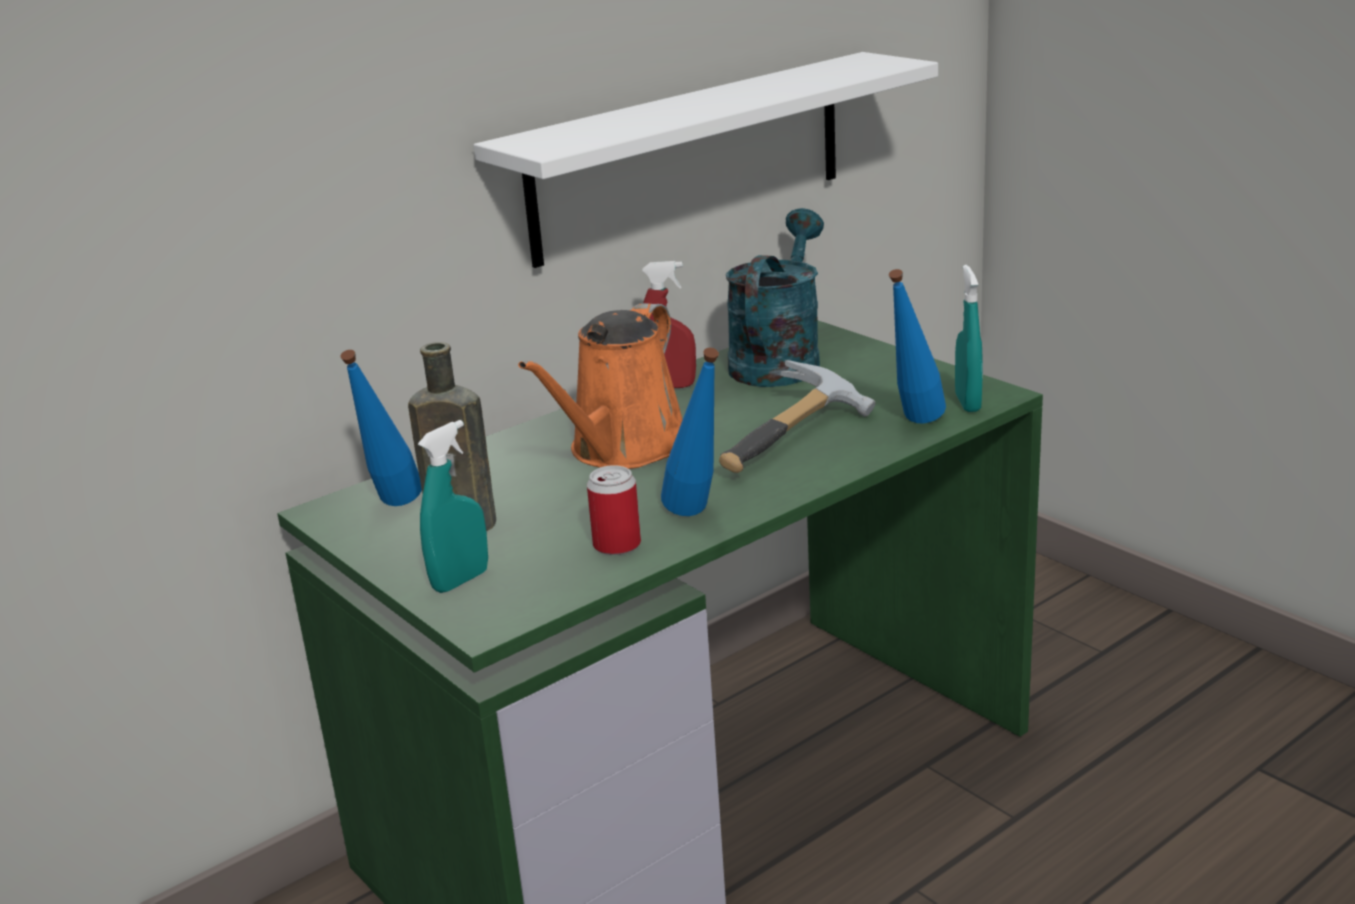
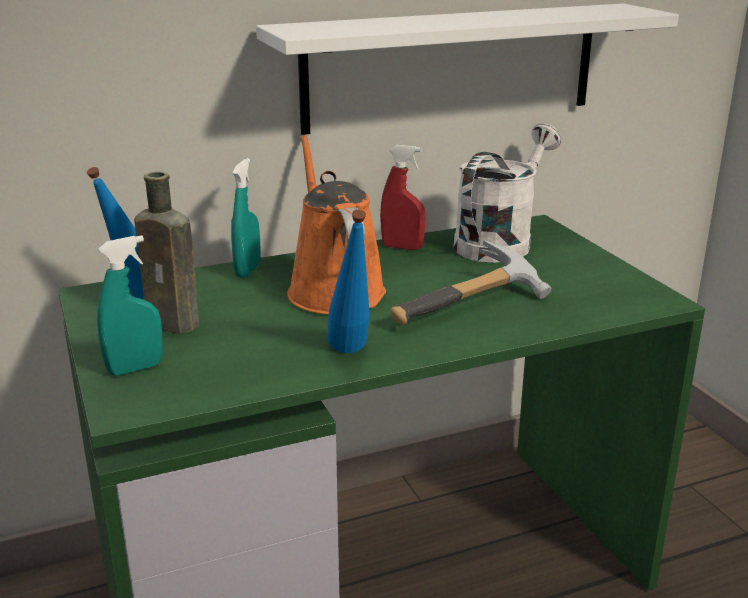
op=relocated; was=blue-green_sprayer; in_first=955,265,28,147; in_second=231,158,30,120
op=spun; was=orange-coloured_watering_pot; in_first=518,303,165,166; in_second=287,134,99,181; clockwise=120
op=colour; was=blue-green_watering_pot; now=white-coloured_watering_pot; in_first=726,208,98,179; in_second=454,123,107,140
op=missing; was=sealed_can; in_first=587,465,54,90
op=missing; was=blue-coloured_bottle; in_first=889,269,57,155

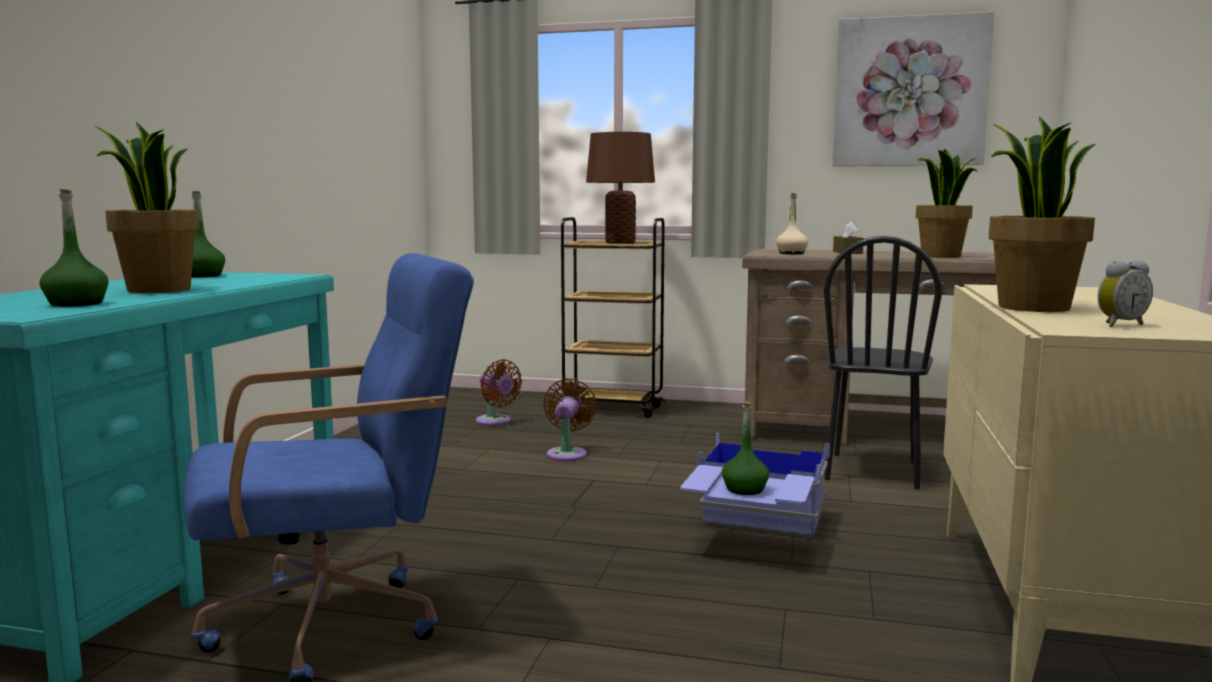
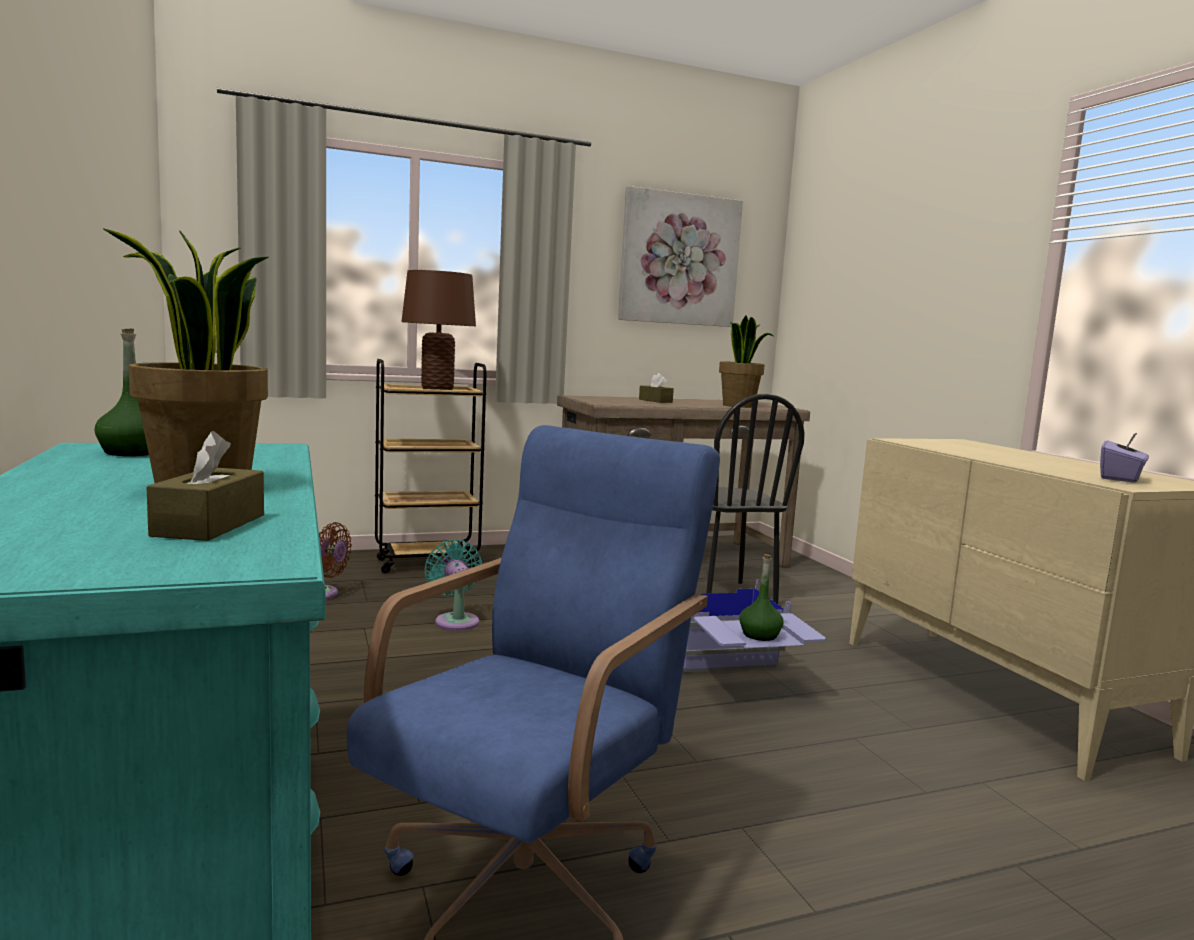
op=exchanged; was=greenish_bottle; now=brown_tissue_box; in_first=39,189,70,117; in_second=147,431,117,110
op=colour; was=brown_cooling_fan; now=blue-green_cooling_fan; in_first=544,378,53,83; in_second=424,539,58,92
op=exchanged; was=alarm_clock; now=purplish_tissue_box; in_first=1098,260,55,67; in_second=1100,432,49,51
op=missing; was=beige_bottle; in_first=776,193,32,61
op=missing; was=houseplant; in_first=989,116,107,196

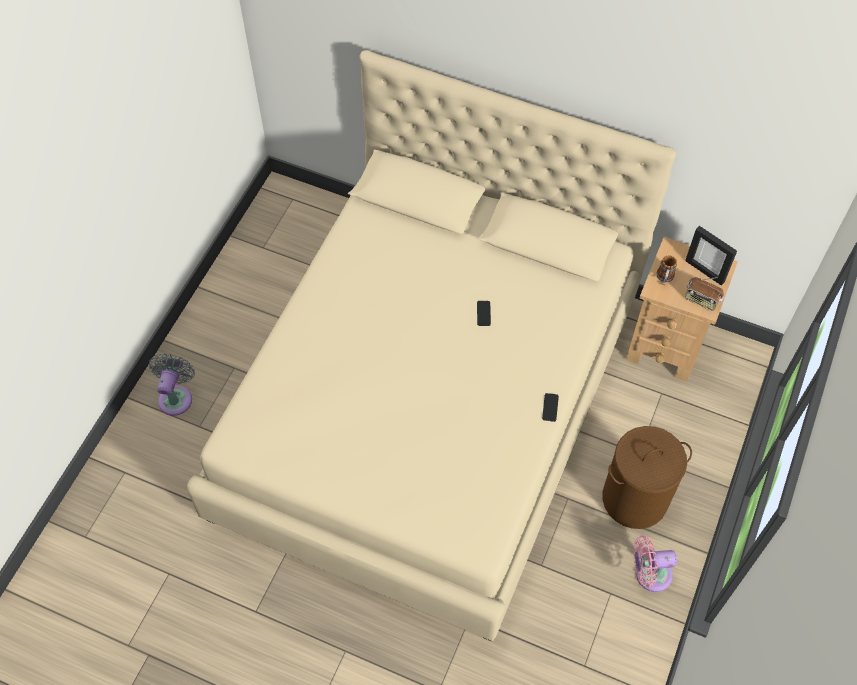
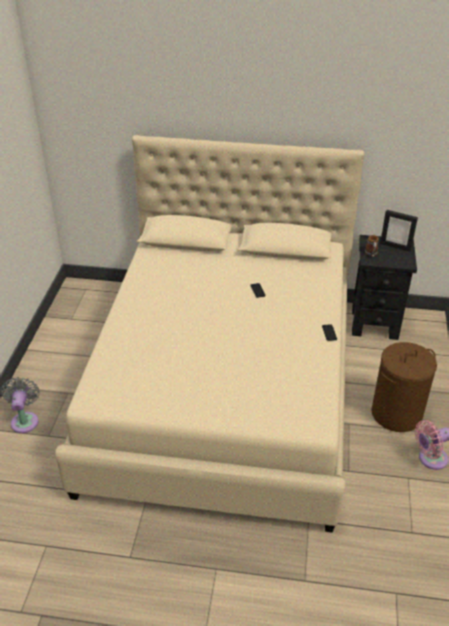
op=colour; was=beige_nightstand; now=black_nightstand; in_first=626,237,112,145; in_second=352,235,65,105
op=missing; was=radio; in_first=685,277,39,34

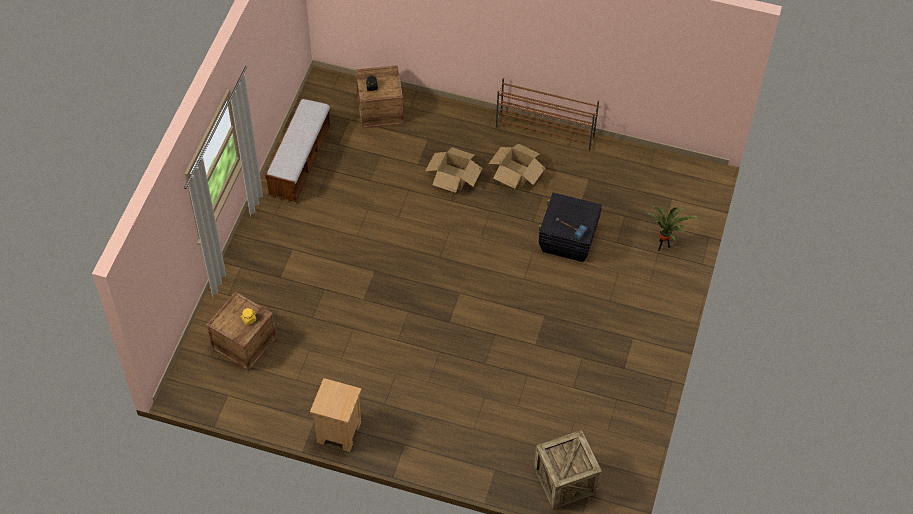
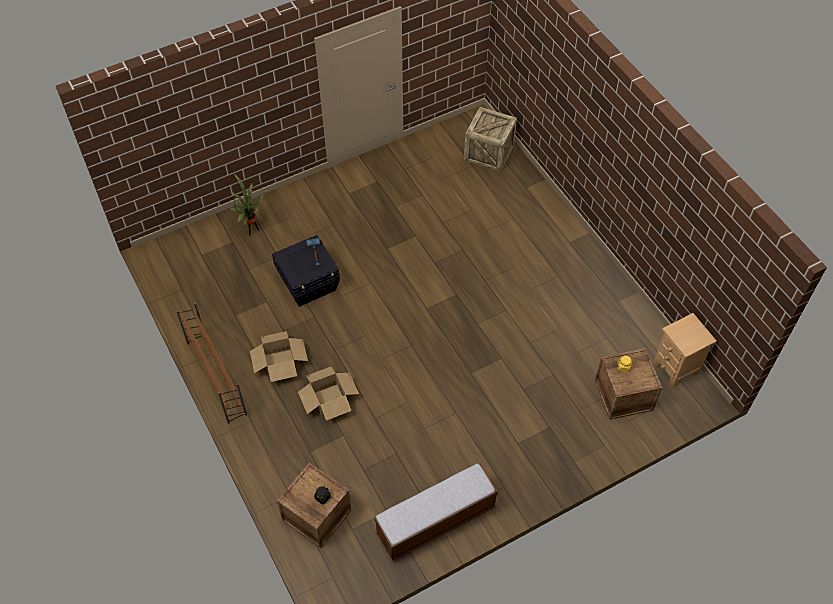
op=relocated; was=beige_nightstand; in_first=310,378,51,74; in_second=653,313,64,75

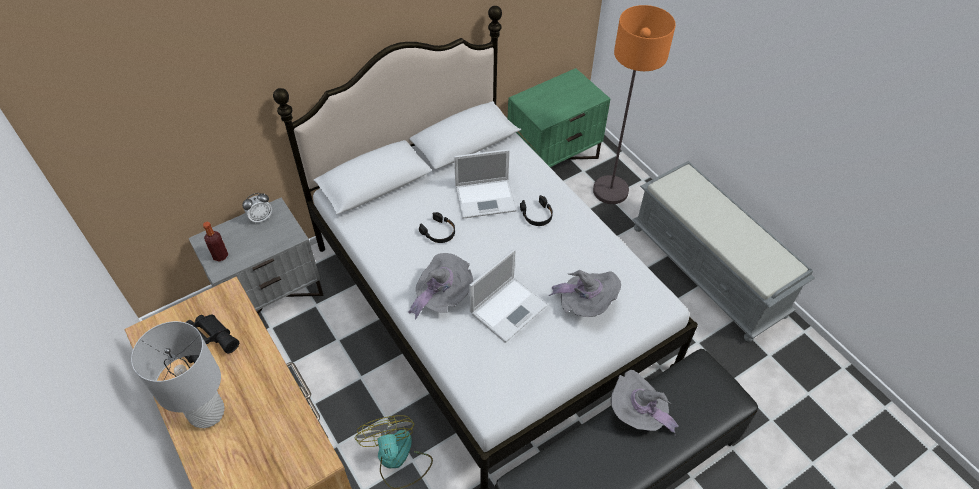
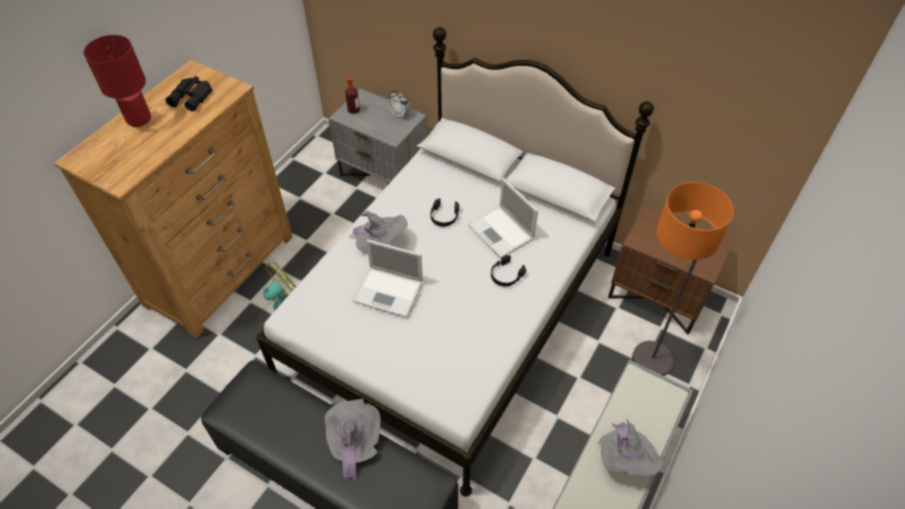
op=colour; was=gray_lamp_for_a_table; now=red-coloured_lamp_for_a_table; in_first=131,321,94,107; in_second=84,35,67,92
op=relocated; was=gray_hat; in_first=549,270,72,47; in_second=598,418,66,58
op=colour; was=greenish_nightstand; now=brown_nightstand; in_first=508,68,102,99; in_second=608,204,126,130

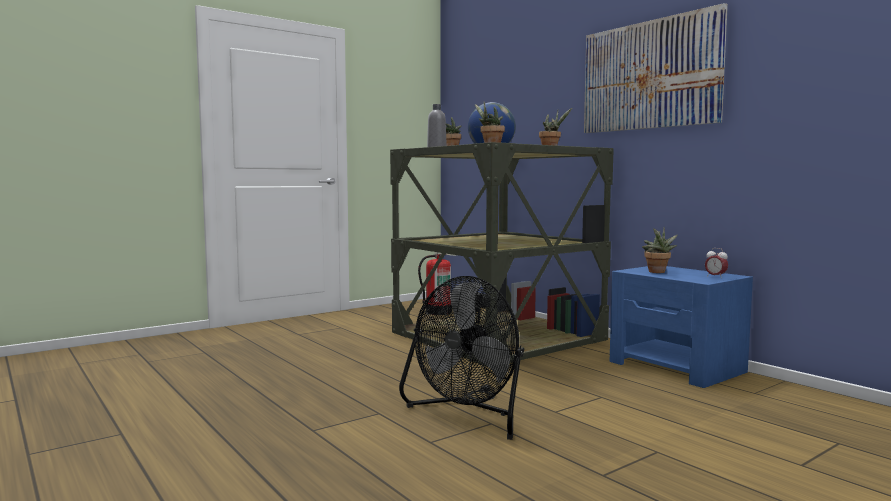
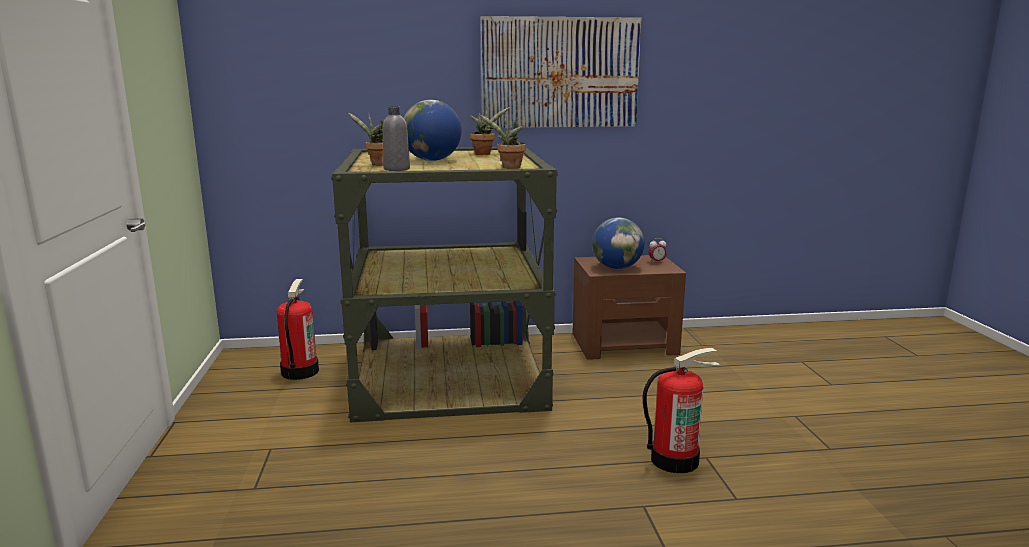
op=colour; was=blue-coloured_nightstand; now=brown_nightstand; in_first=610,266,143,122; in_second=573,255,113,105
op=exchanged; was=houseplant; now=globe; in_first=642,228,35,45; in_second=592,217,52,52
op=exchanged; was=black_cooling_fan; now=fire-fighting_cylinder; in_first=399,276,125,164; in_second=643,348,77,125

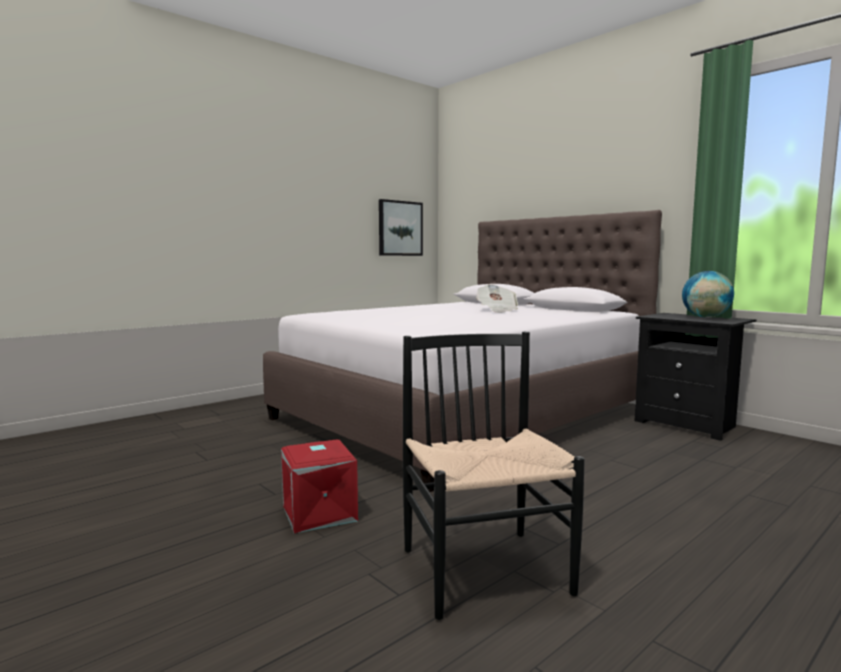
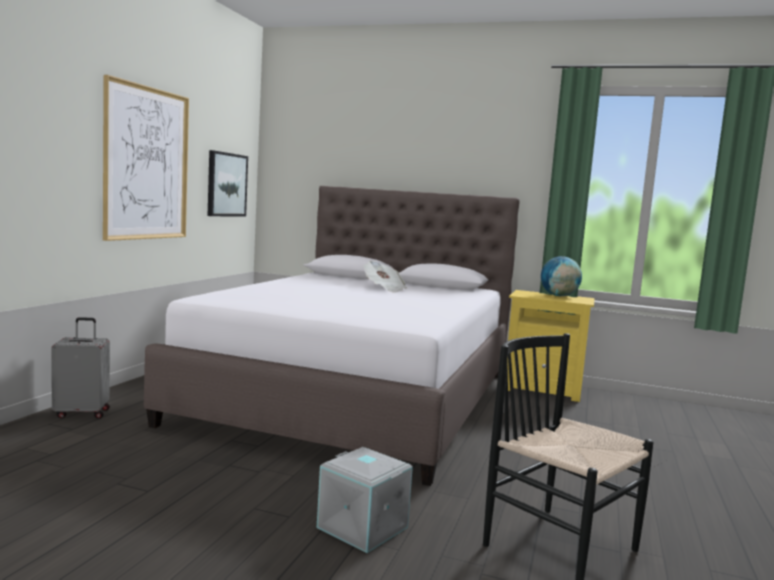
op=appeared; now=gray_piece_of_luggage; in_second=51,317,59,102
op=appeared; now=wall_art; in_second=103,75,86,166
op=colour; was=red-coloured_storage_container; now=gray_storage_container; in_first=281,439,77,94; in_second=316,447,97,106
op=colour; was=black_nightstand; now=yellow-coloured_nightstand; in_first=634,313,122,128; in_second=507,290,88,112

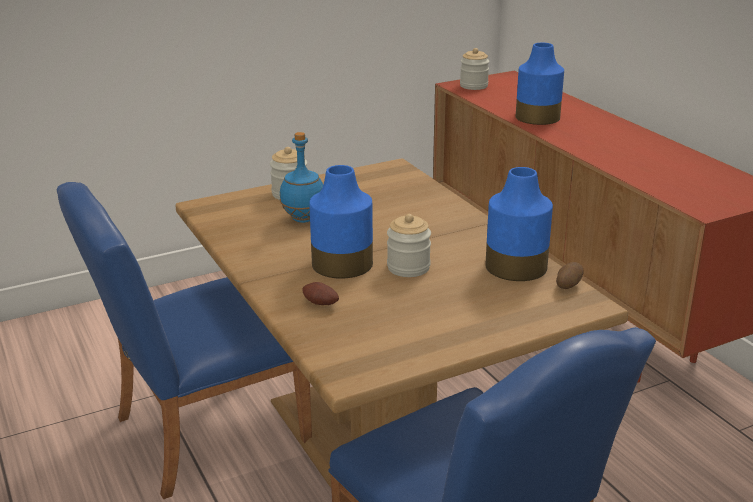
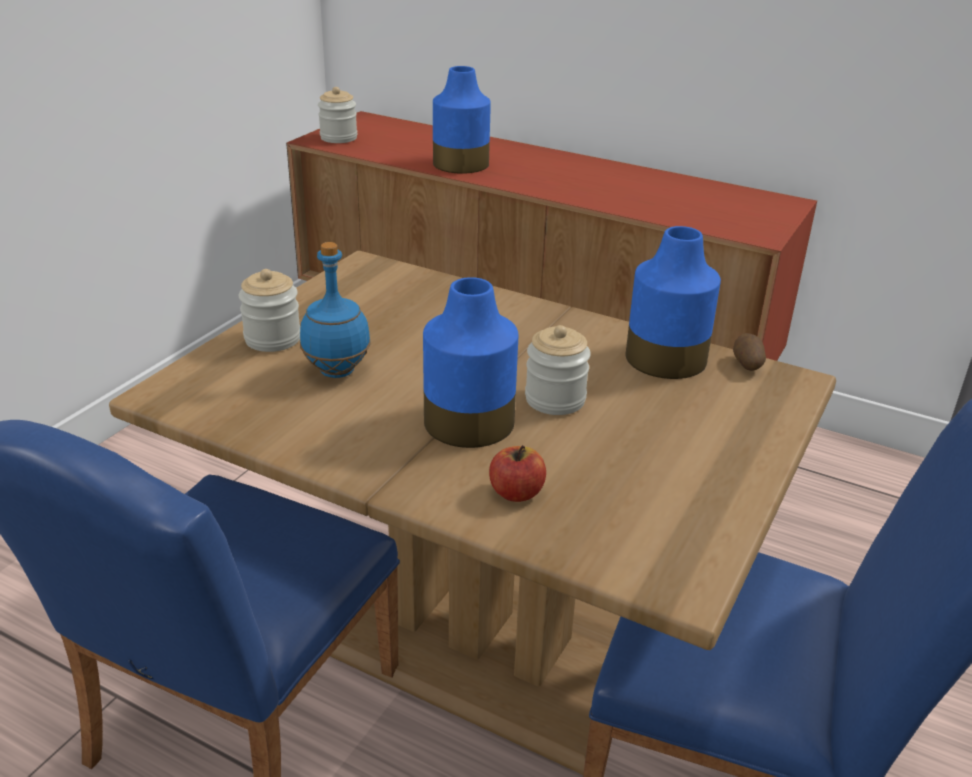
op=exchanged; was=spud; now=apple; in_first=302,282,37,23; in_second=489,445,57,57

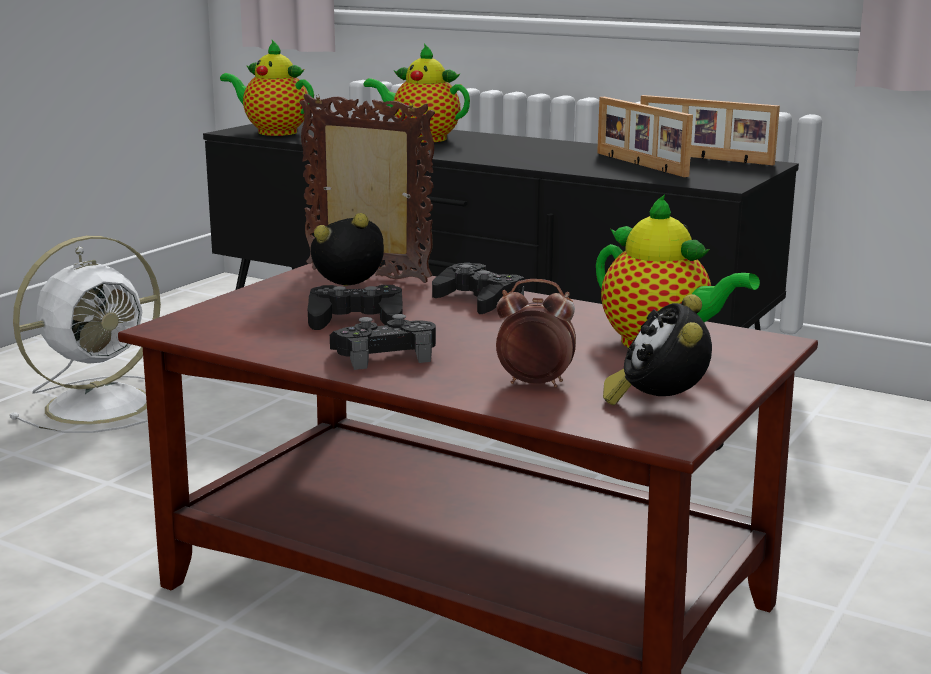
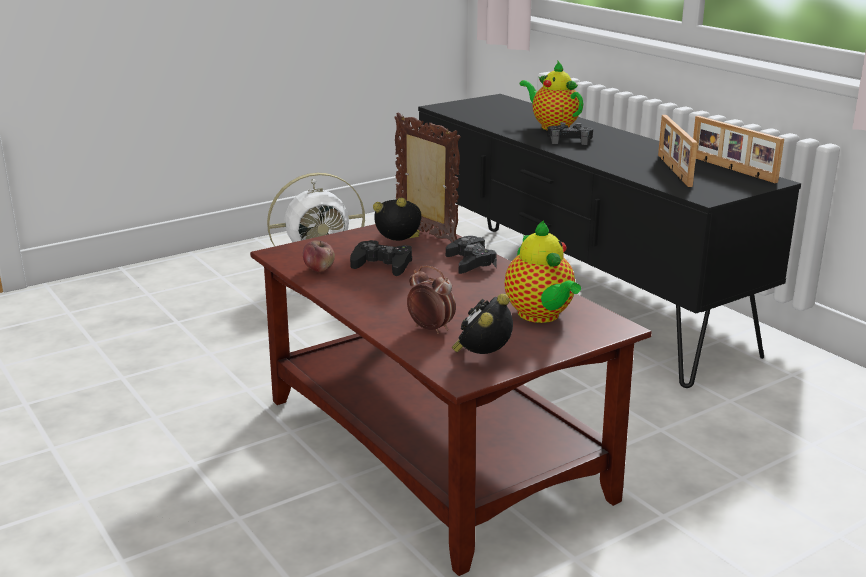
op=appeared; now=apple; in_second=303,240,32,32
op=relocated; was=black_joypad; in_first=330,314,106,56; in_second=547,122,46,23
op=missing; was=tea_pot; in_first=220,40,94,96

